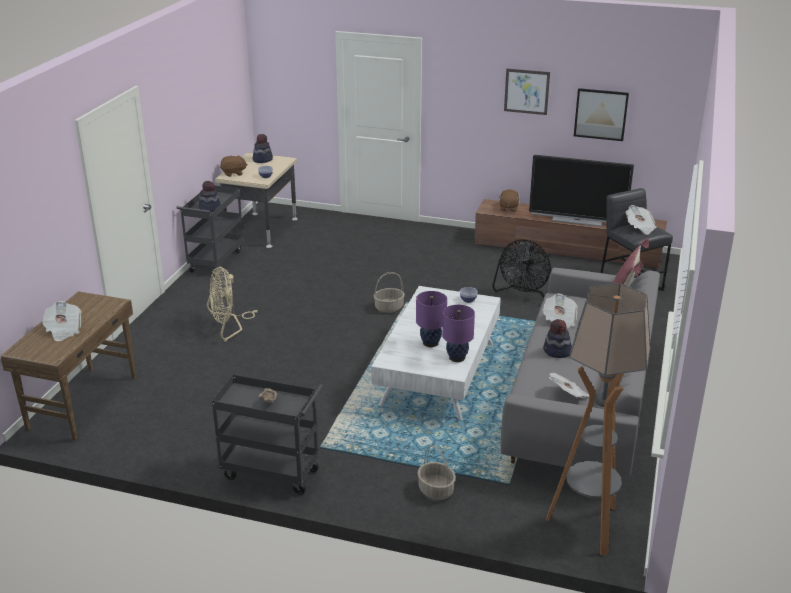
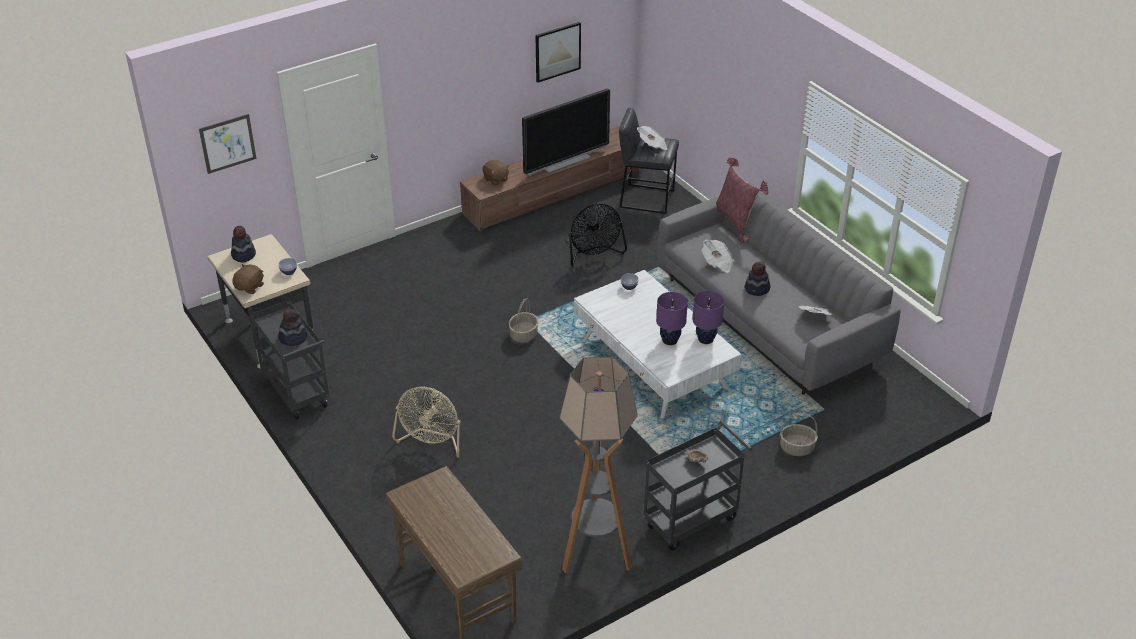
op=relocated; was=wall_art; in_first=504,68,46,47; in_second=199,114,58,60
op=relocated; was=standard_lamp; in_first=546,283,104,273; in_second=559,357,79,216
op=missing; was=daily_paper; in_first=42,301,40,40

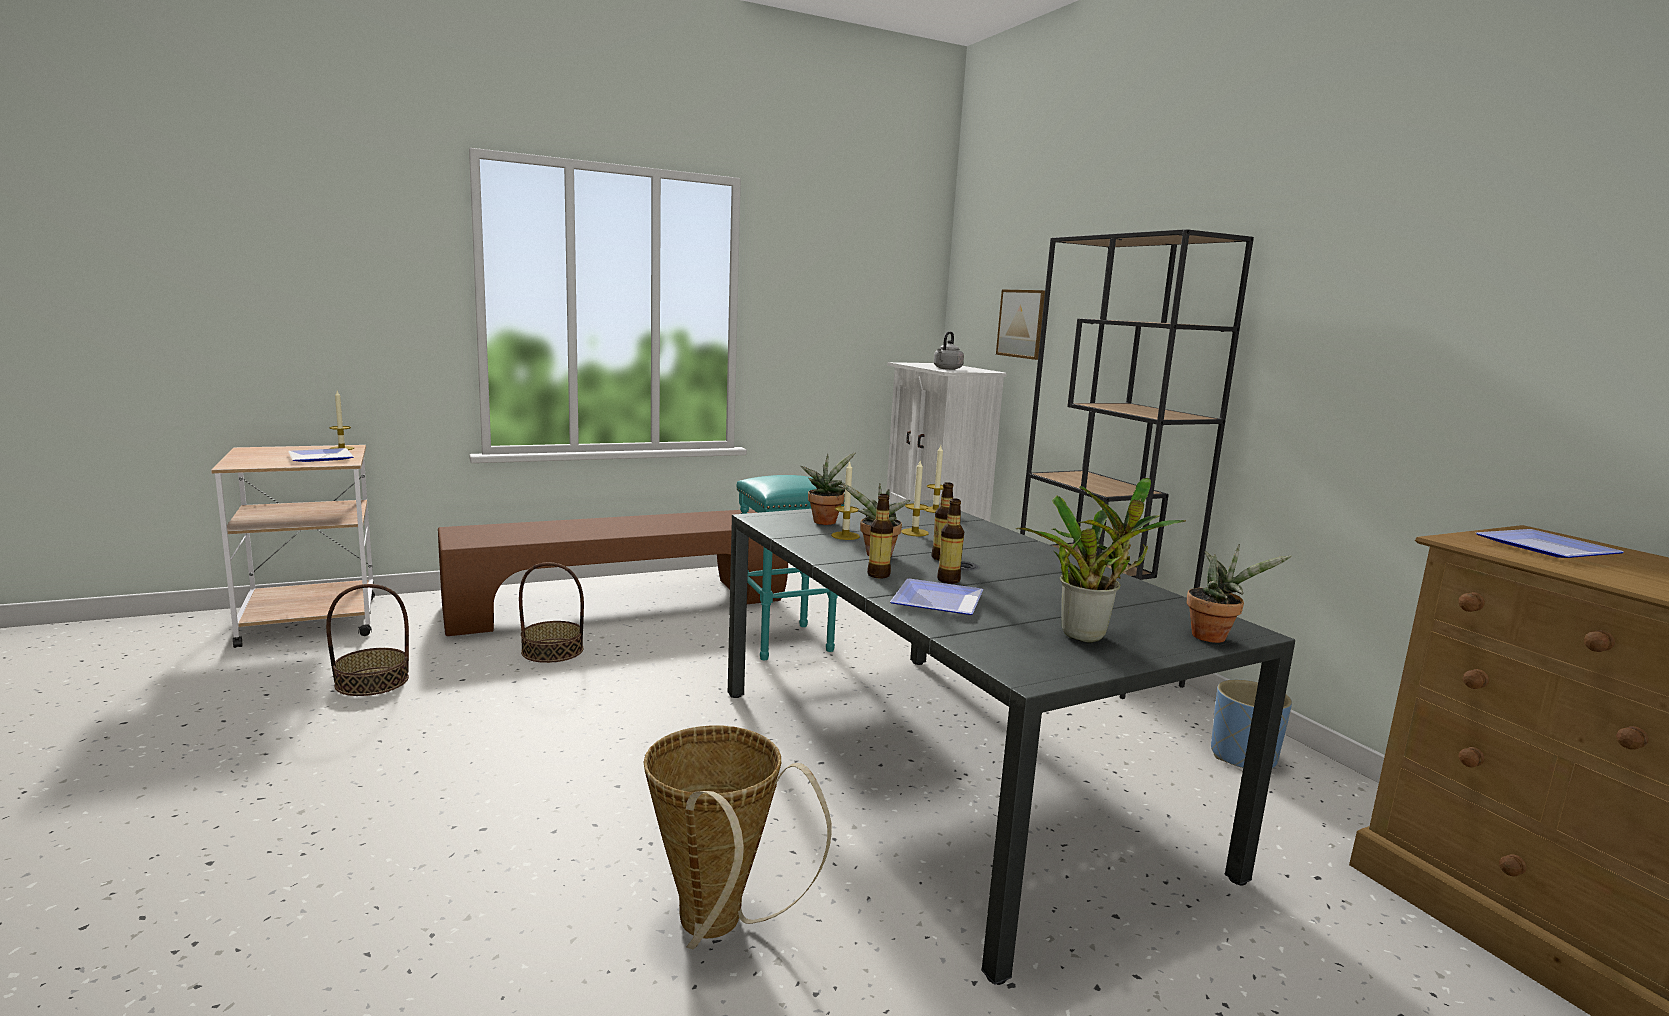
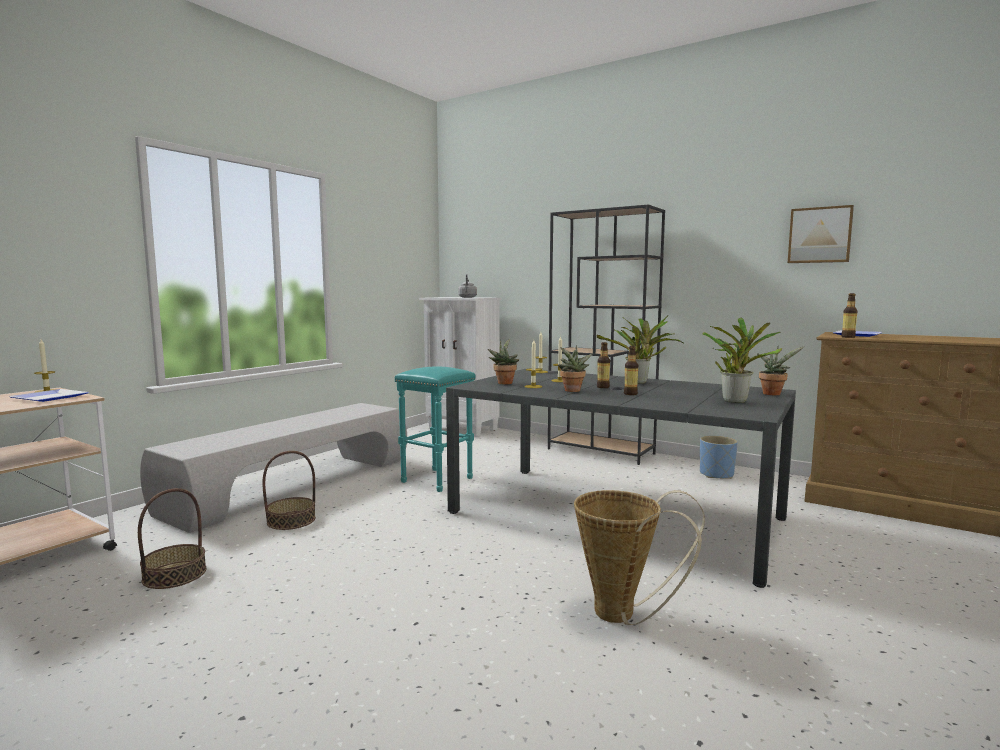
op=colour; was=brown_bench; now=gray_bench; in_first=438,509,350,127; in_second=140,403,267,130
op=appeared; now=houseplant; in_second=597,316,87,68
op=relocated; was=wall_art; in_first=996,289,49,71; in_second=788,205,66,58
op=relocated; was=bottle; in_first=867,494,26,84; in_second=841,293,17,45
op=missing; was=dinner_plate; in_first=890,579,93,36

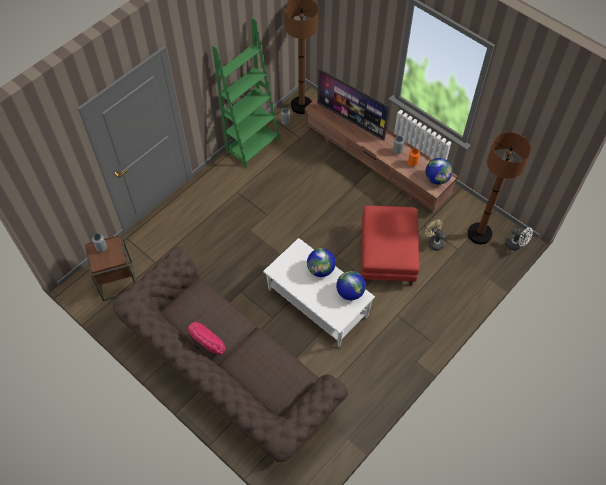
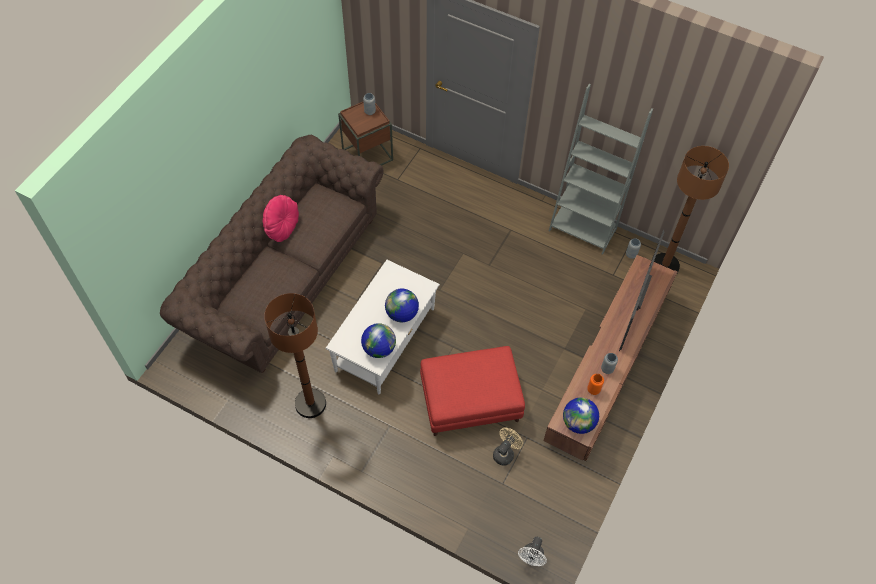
op=relocated; was=brown_standard_lamp; in_first=468,132,63,112; in_second=264,293,62,125
op=colour; was=greenish_bookcase; now=gray_bookcase; in_first=212,17,68,150; in_second=549,84,104,171

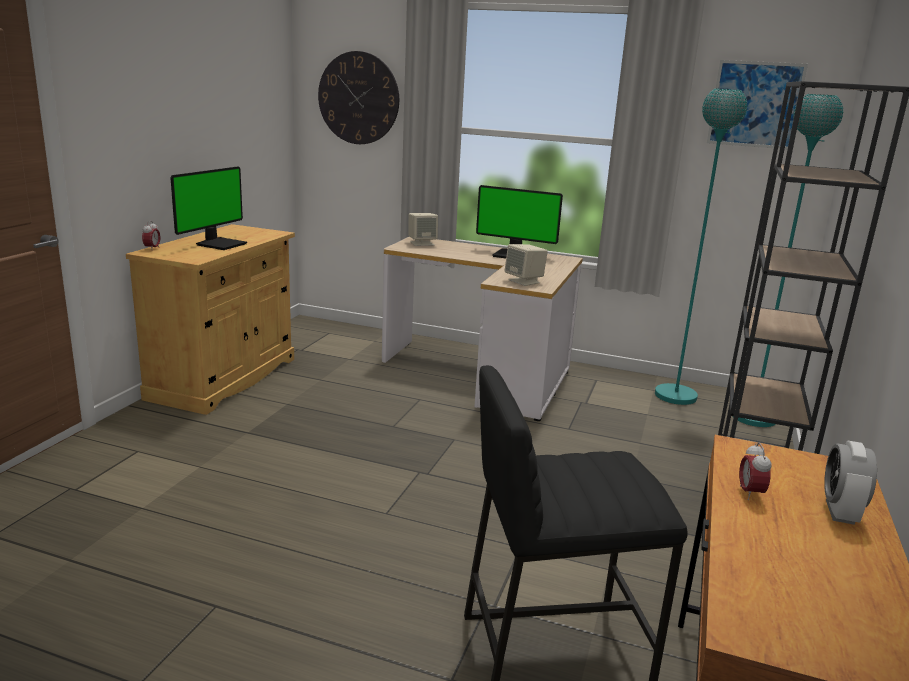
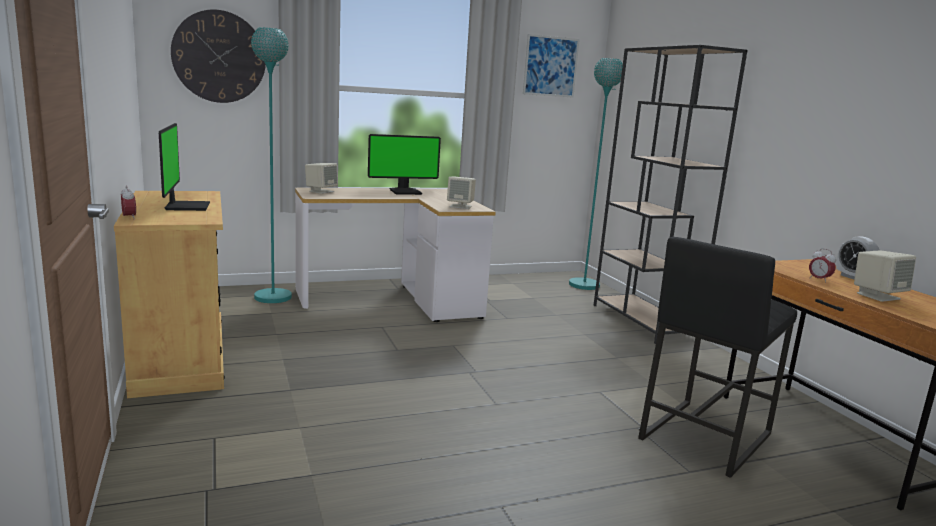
op=relocated; was=blue-green_standard_lamp; in_first=655,88,92,317; in_second=251,27,41,276
op=appeared; now=beige_audio_speaker; in_second=854,250,62,52

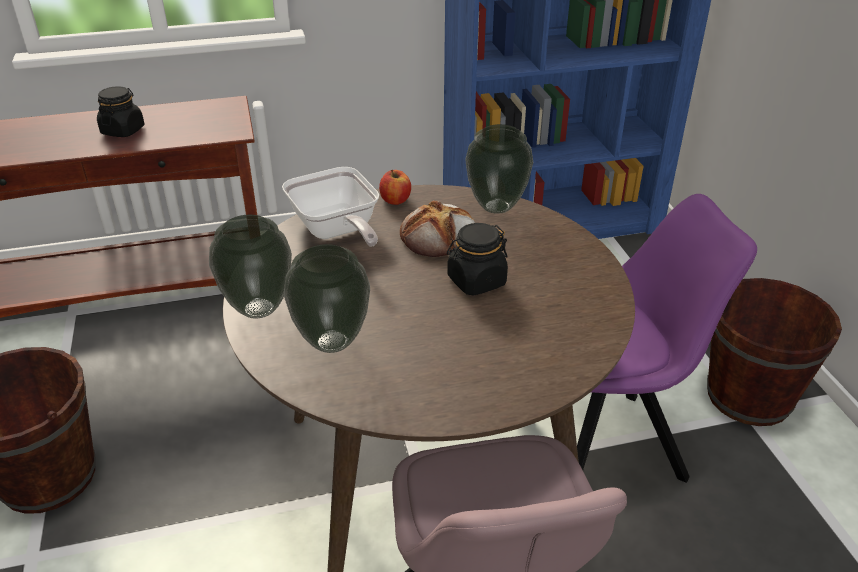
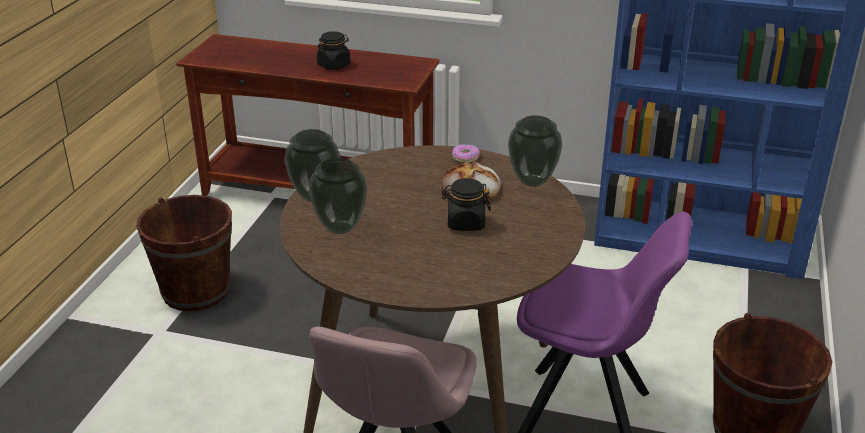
op=exchanged; was=apple; now=donut; in_first=379,170,32,35; in_second=452,144,28,19
op=missing; was=skillet; in_first=282,167,97,80

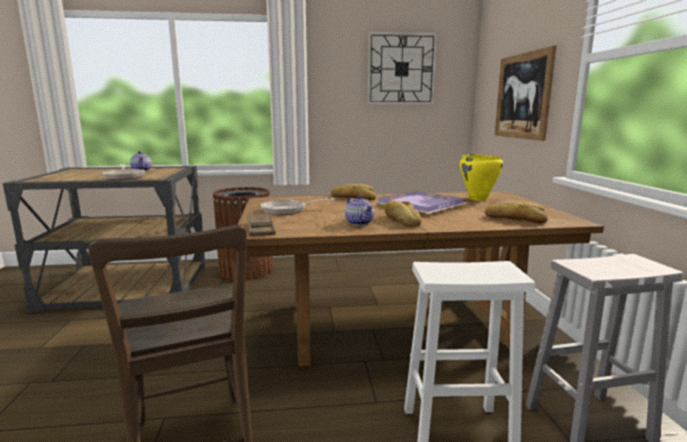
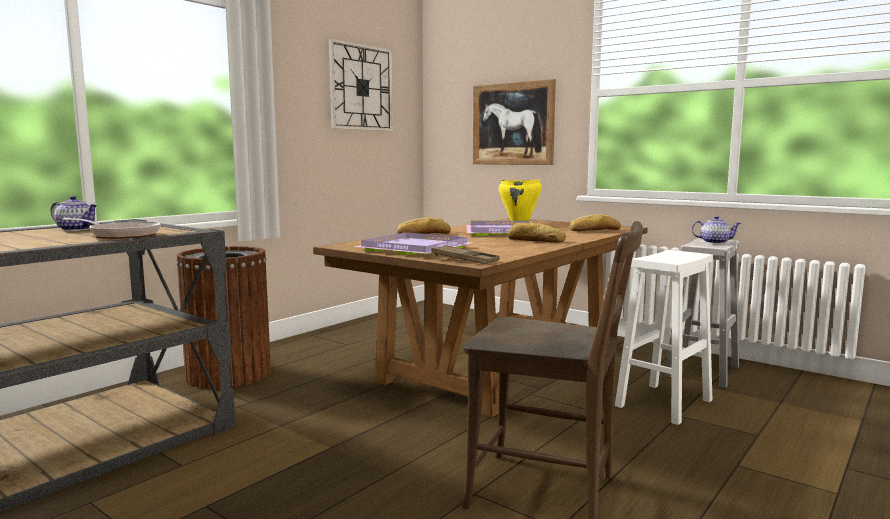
op=exchanged; was=skillet; now=purplish_tray; in_first=261,198,74,17; in_second=354,232,119,23
op=relocated; was=tea_pot; in_first=345,195,29,31; in_second=691,216,51,28

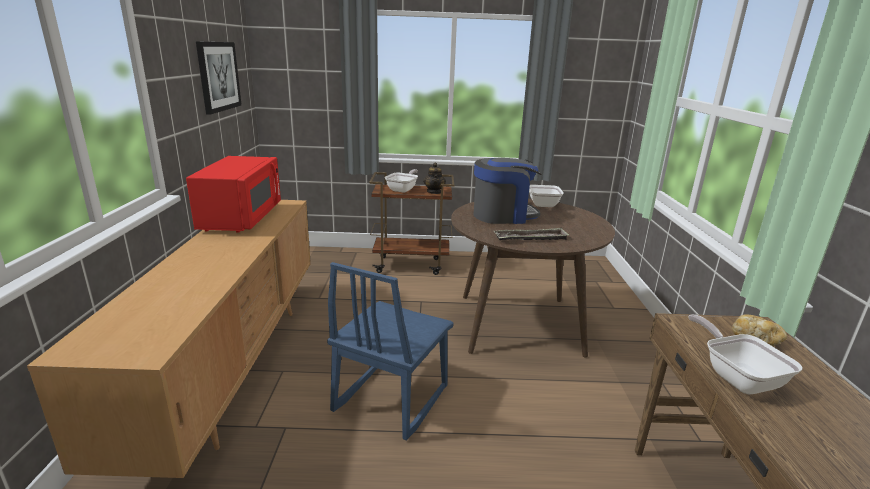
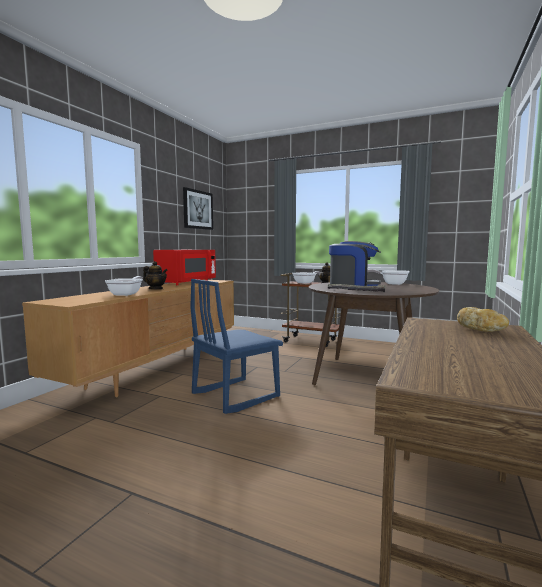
op=relocated; was=skillet; in_first=688,314,115,81; in_second=105,276,38,20
op=appeared; now=tea_pot; in_second=143,261,25,29

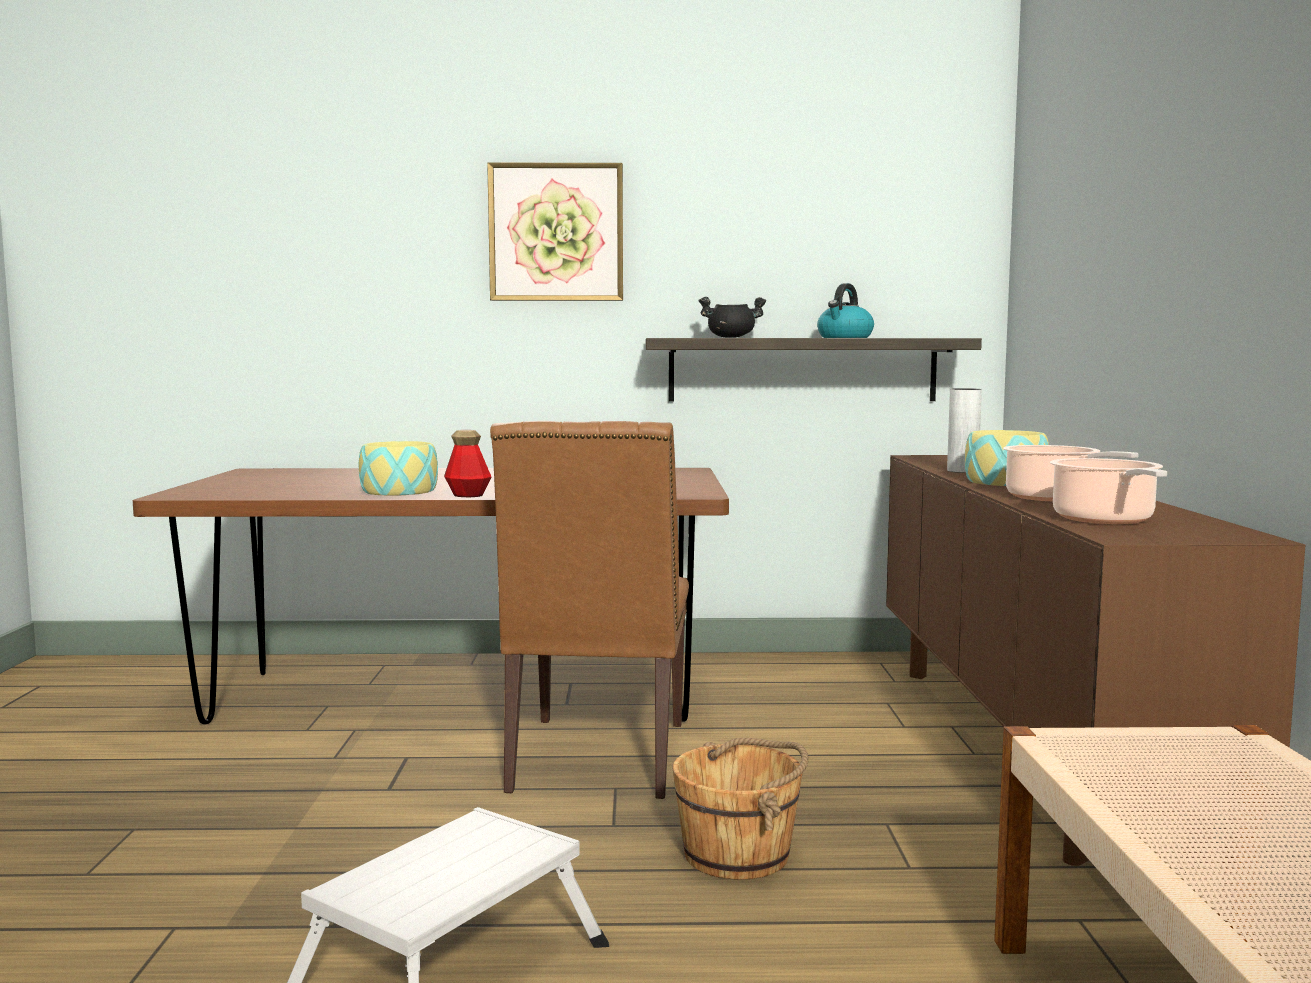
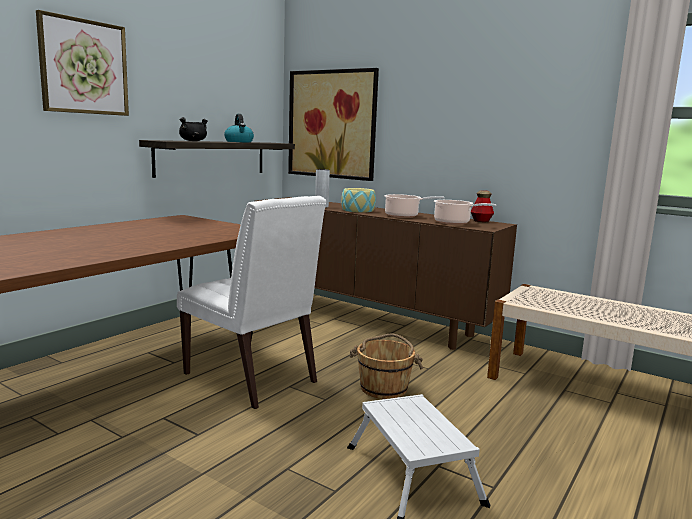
op=colour; was=brown_chair; now=white-coloured_chair; in_first=490,421,199,378; in_second=177,196,150,213
op=appeared; now=wall_art; in_second=288,68,91,113
op=relocated; was=bottle; in_first=444,430,47,67; in_second=471,190,23,32
op=missing; was=bowl; in_first=359,441,79,55

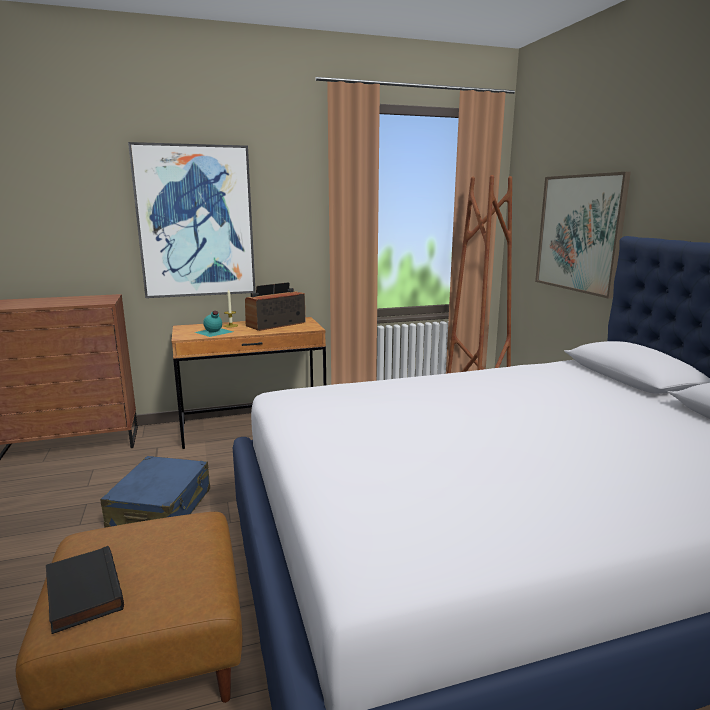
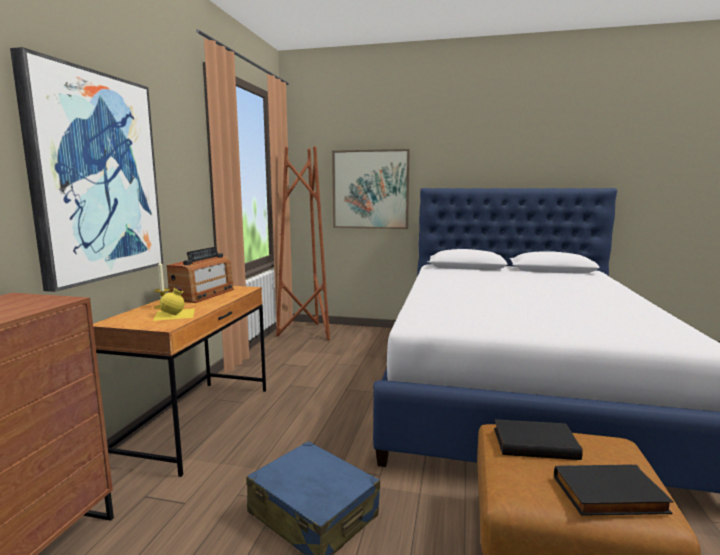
op=colour; was=blue-green_bottle; now=yellow-coloured_bottle; in_first=195,311,38,26; in_second=153,287,42,34
op=spun; was=radio; in_first=245,282,61,49; in_second=167,247,67,56; clockwise=-150
op=appeared; now=black_volume; in_second=494,419,89,41

